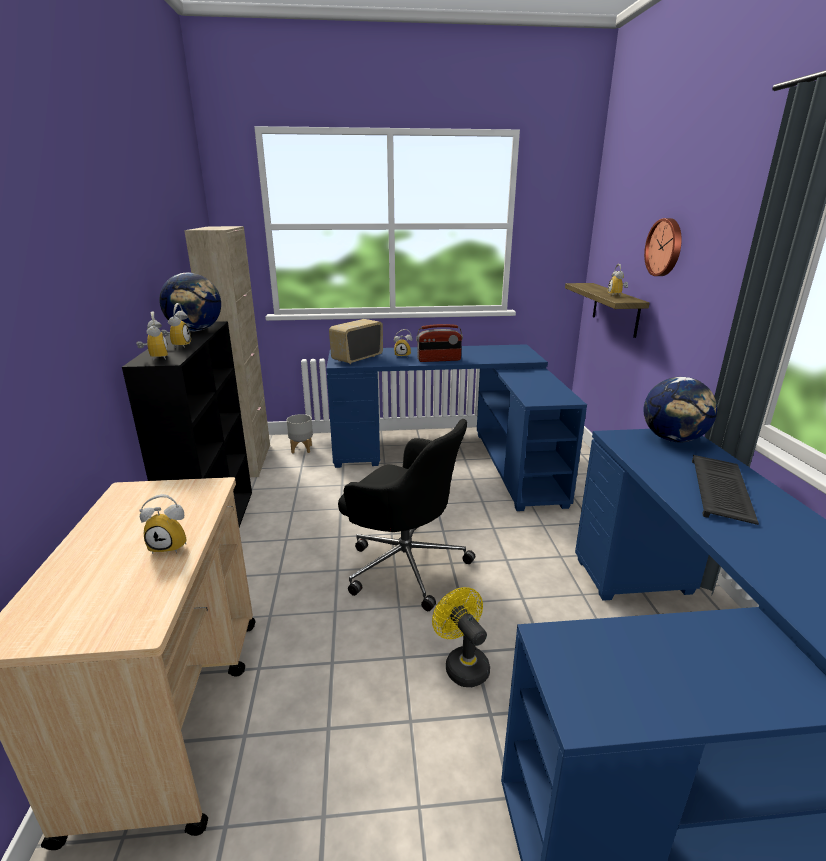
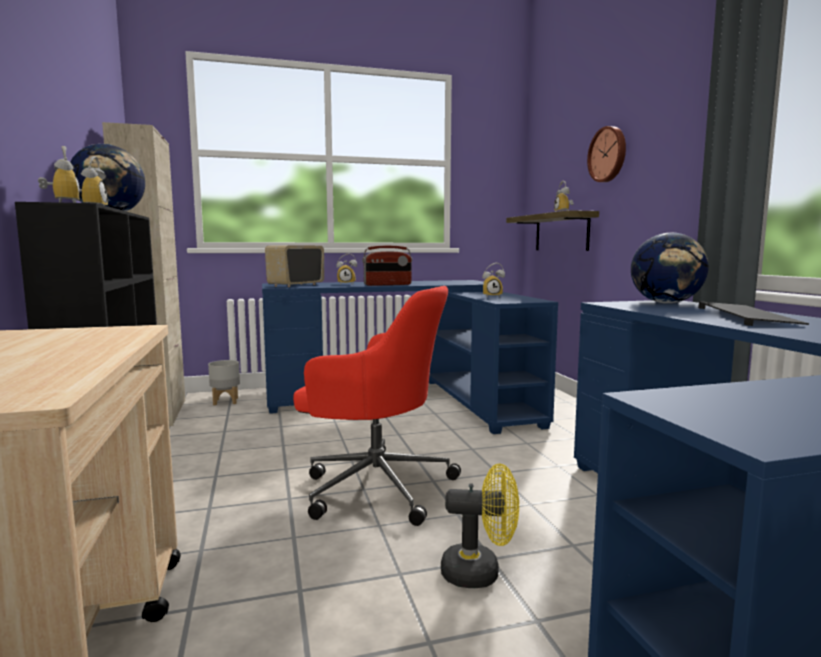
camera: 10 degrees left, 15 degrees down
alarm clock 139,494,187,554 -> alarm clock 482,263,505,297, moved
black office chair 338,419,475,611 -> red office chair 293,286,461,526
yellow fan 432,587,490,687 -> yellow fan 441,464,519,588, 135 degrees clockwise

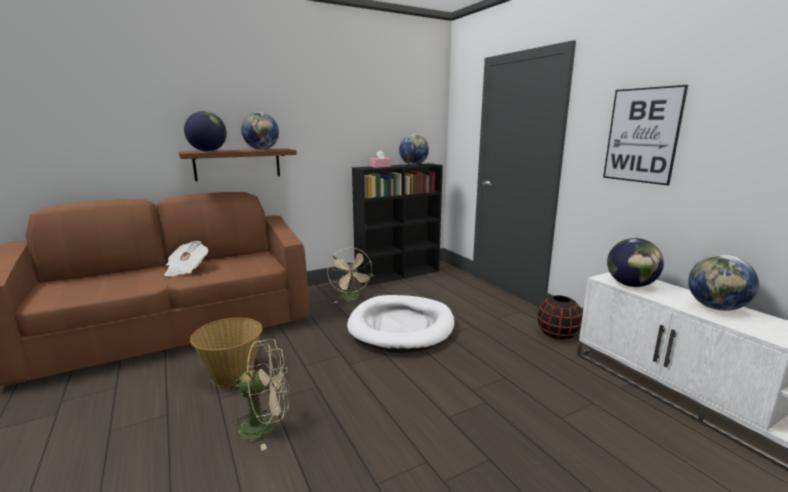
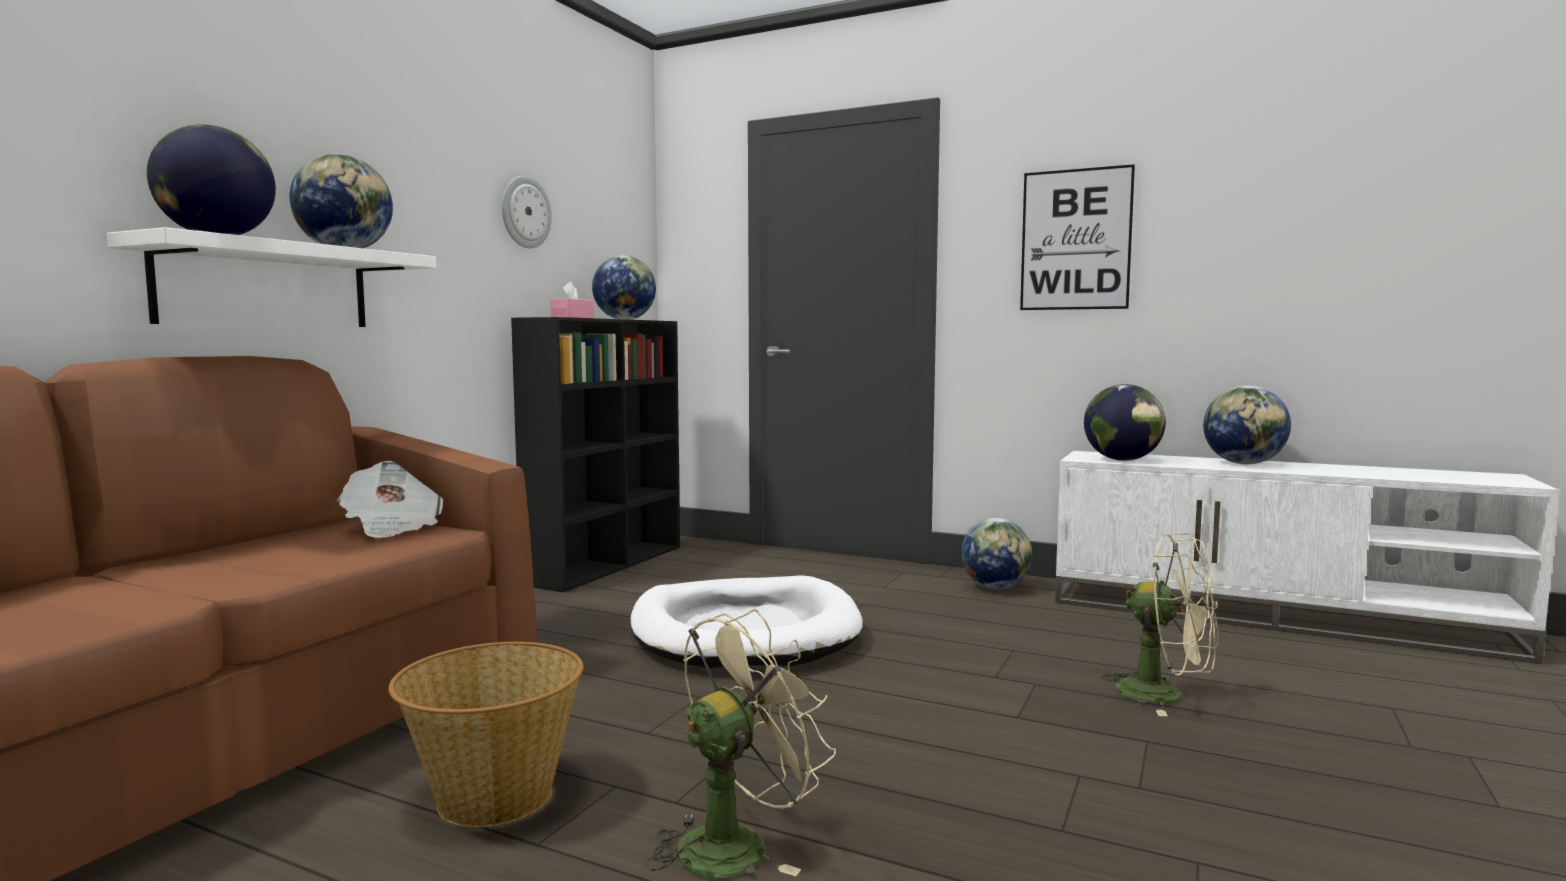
camera: 35 degrees left, 10 degrees down
none -> wall clock 502,176,552,248
newspaper 164,241,208,277 -> newspaper 338,461,443,538, moved
beige fan 327,247,373,303 -> beige fan 1101,533,1219,716, moved
black vase 537,295,582,340 -> globe 961,518,1032,589
brown shelf 179,148,297,181 -> white shelf 107,227,436,327

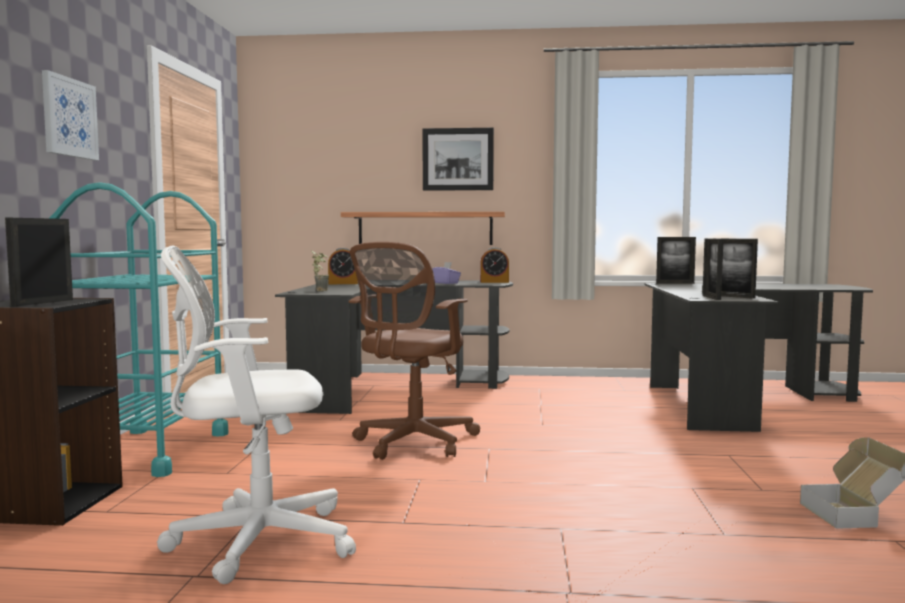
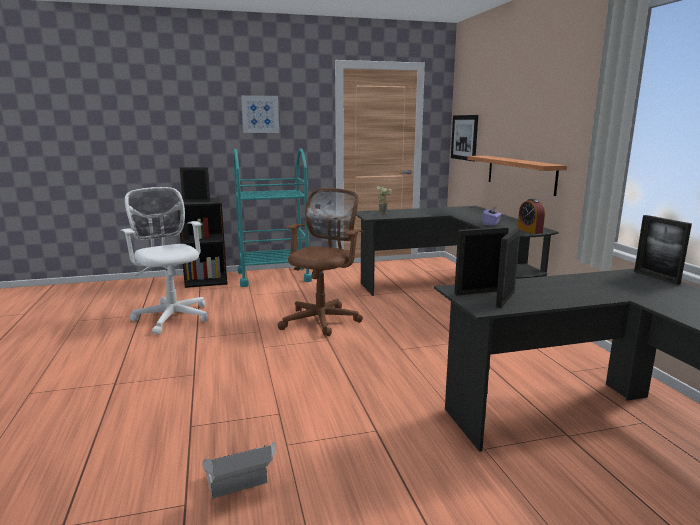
camera: 70 degrees right, 10 degrees up
alarm clock 328,248,358,284 -> none
picture 422,128,494,191 -> picture 451,115,478,161, moved
brown office chair 348,242,481,460 -> brown office chair 277,188,363,336, 105 degrees clockwise

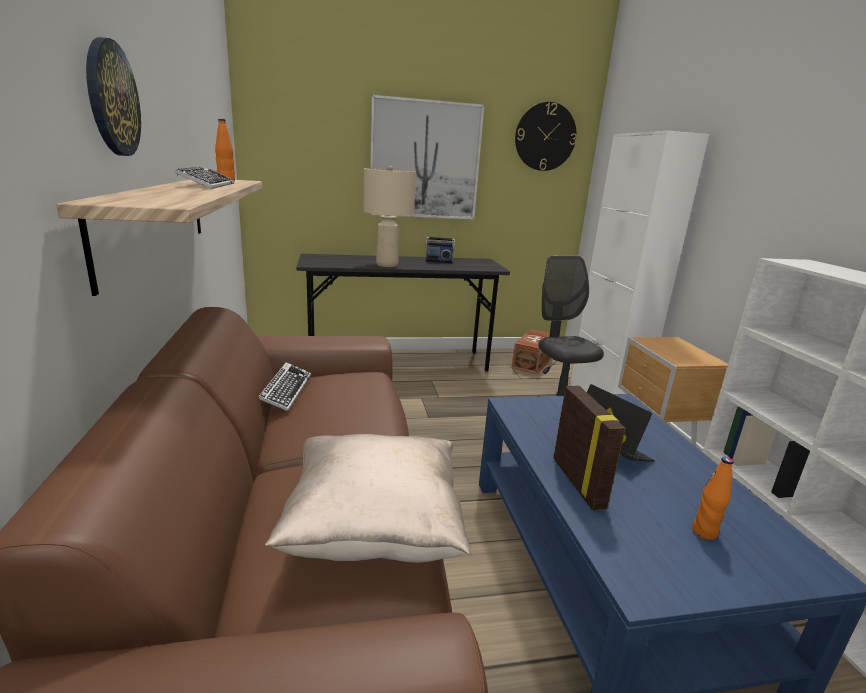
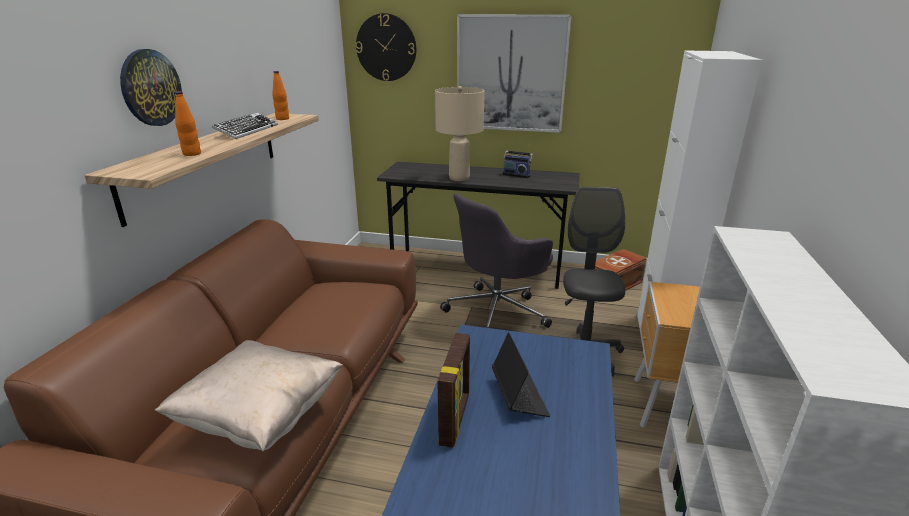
camera: 25 degrees right, 5 degrees up
keyboard 259,362,311,411 -> none
none -> grey office chair 440,193,553,328
wall clock 515,102,577,171 -> wall clock 356,13,416,81, moved
orange bottle 692,457,733,540 -> orange bottle 175,91,201,156, moved

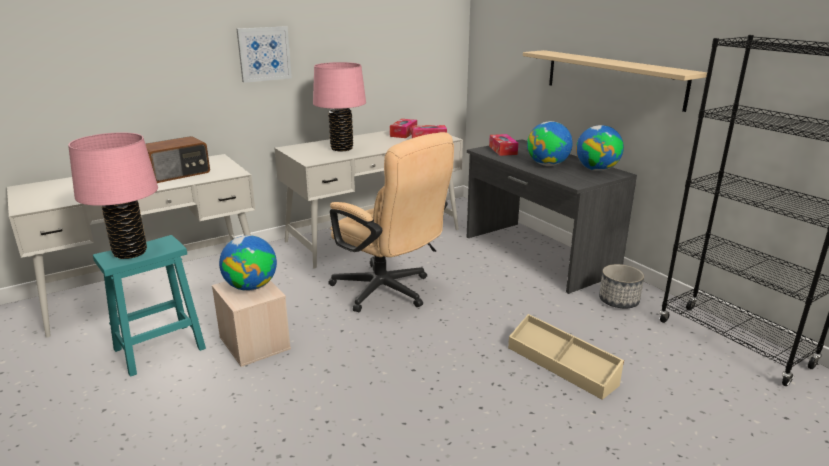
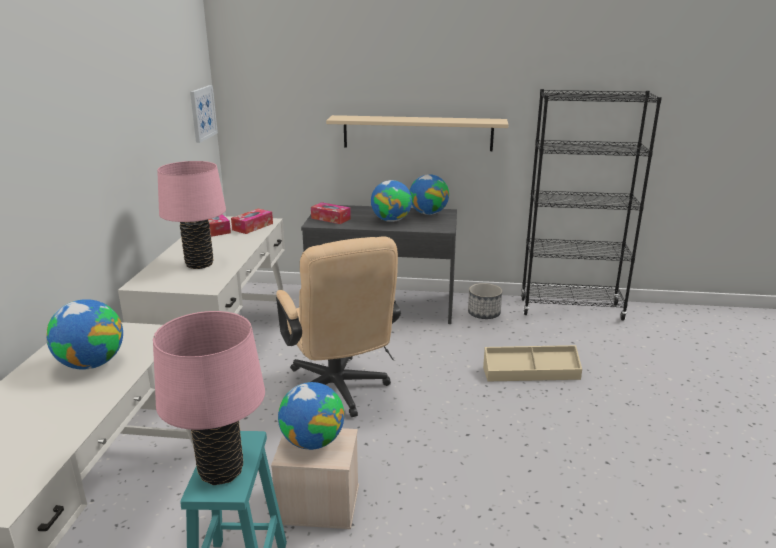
camera: 50 degrees left, 0 degrees up
picture 237,26,292,83 -> picture 190,85,218,143, moved
radio 146,136,210,183 -> globe 46,299,123,370
beige office chair 328,132,454,312 -> beige office chair 276,236,401,417, 75 degrees clockwise

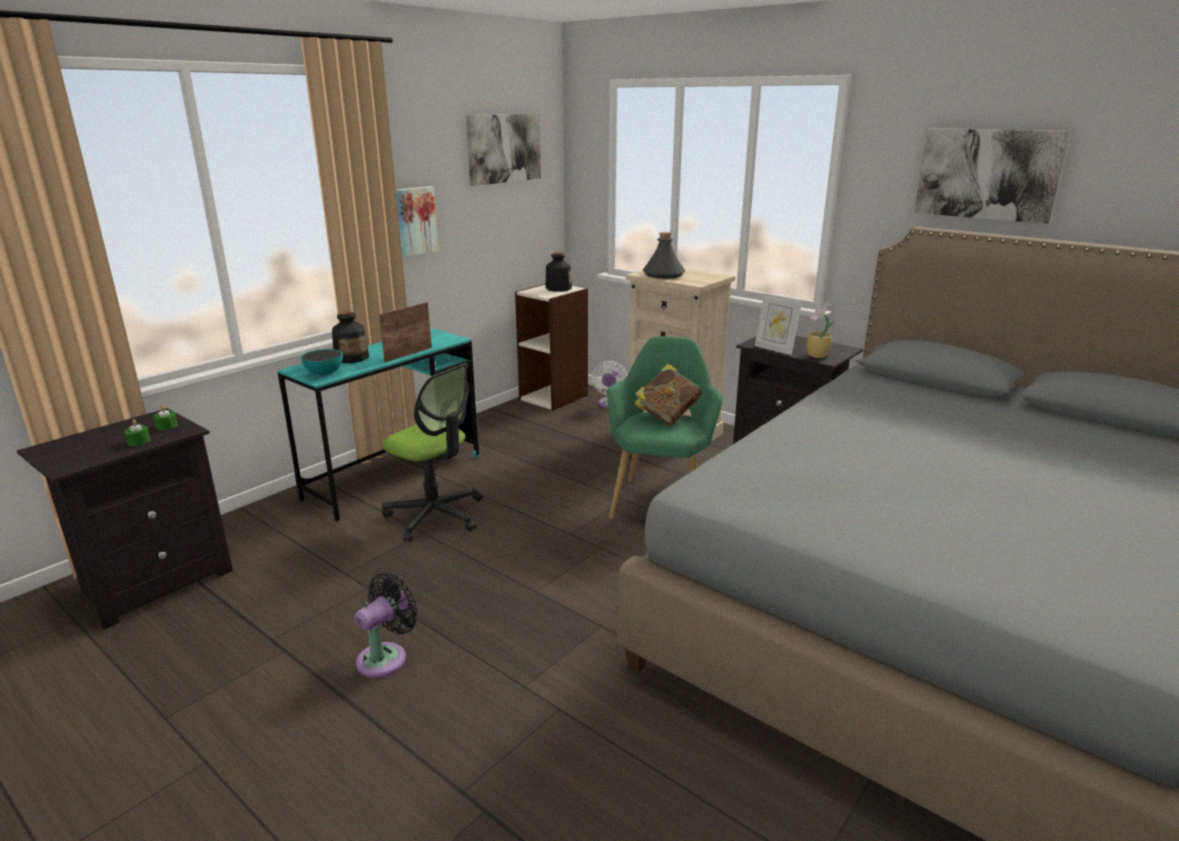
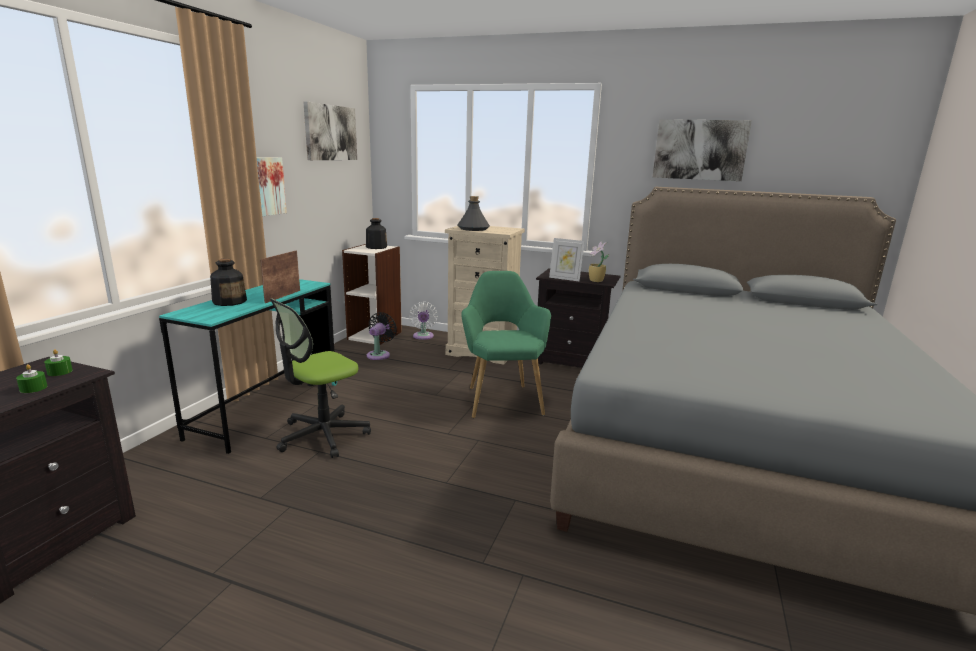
camera: 20 degrees left, 5 degrees down
bowl 301,349,343,375 -> none
book 634,364,702,426 -> none
black fan 354,573,418,678 -> black fan 367,312,397,360, moved
office chair 382,363,483,542 -> office chair 270,298,371,458, 120 degrees clockwise

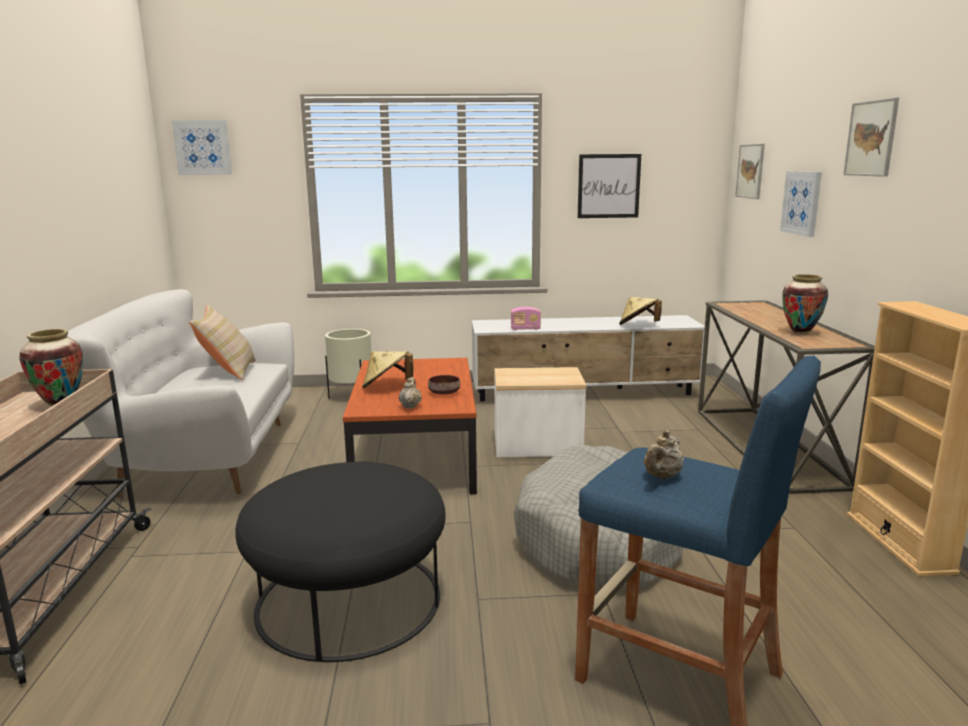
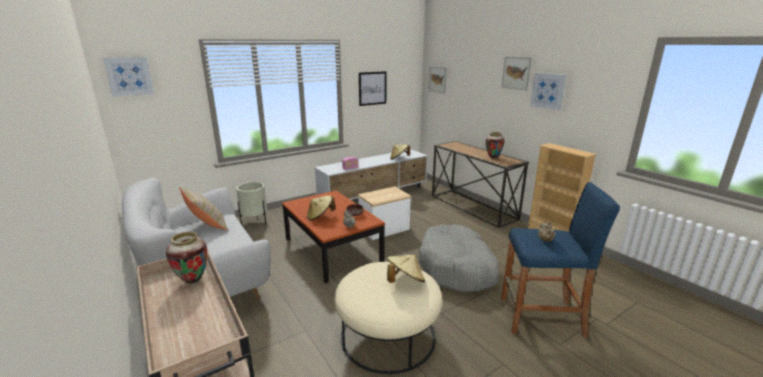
camera: 30 degrees left, 5 degrees up
none -> beige hat 386,254,425,283
picture 780,171,822,237 -> picture 530,73,566,110, moved
black ottoman 235,462,446,662 -> beige ottoman 334,262,443,374

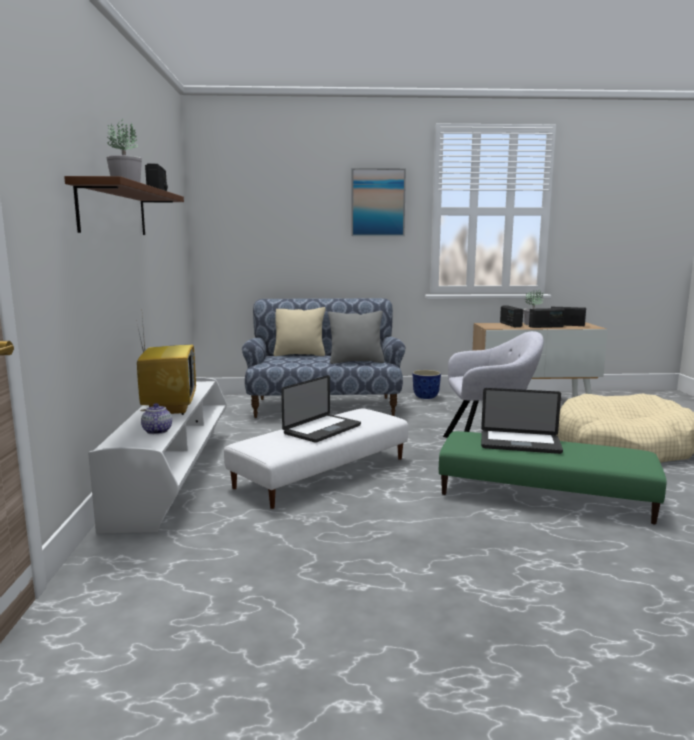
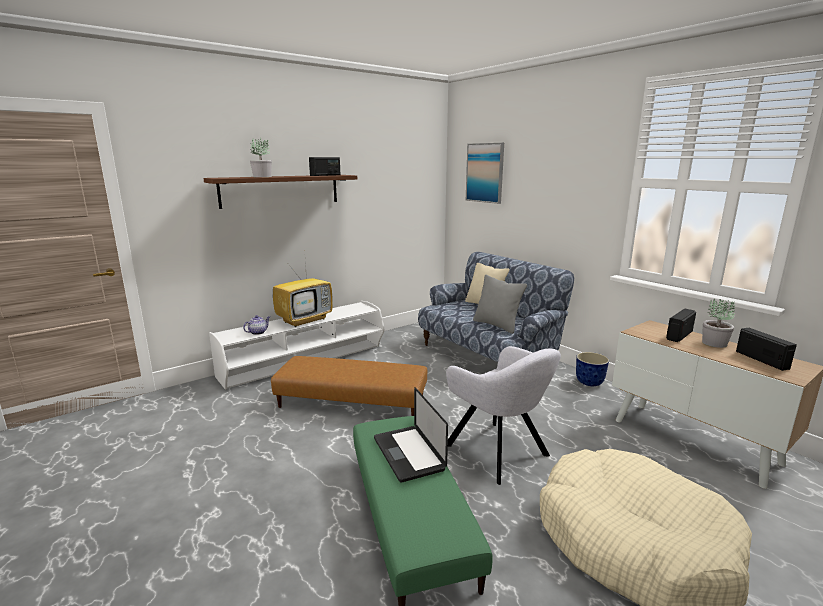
camera: 55 degrees right, 5 degrees up
laptop 281,375,361,443 -> none
radio 529,308,565,328 -> none
picture 351,168,406,236 -> picture 466,143,504,204, moved
white ottoman 224,409,409,509 -> brown ottoman 271,356,427,416

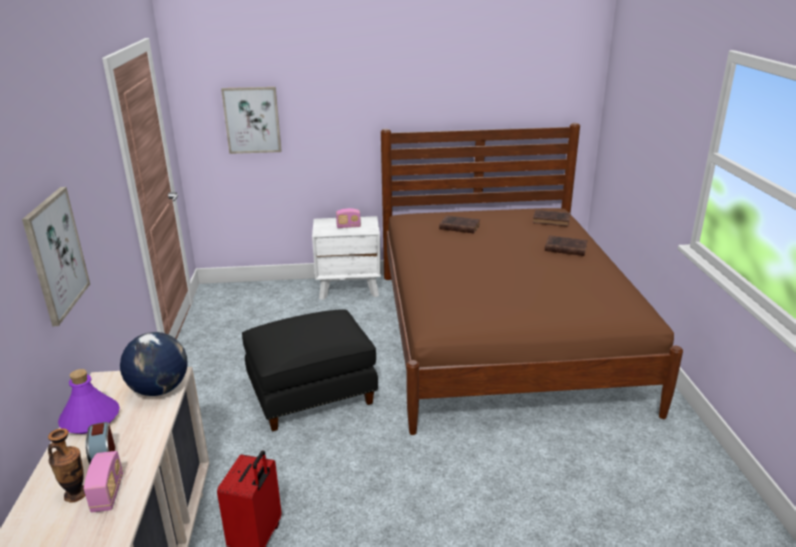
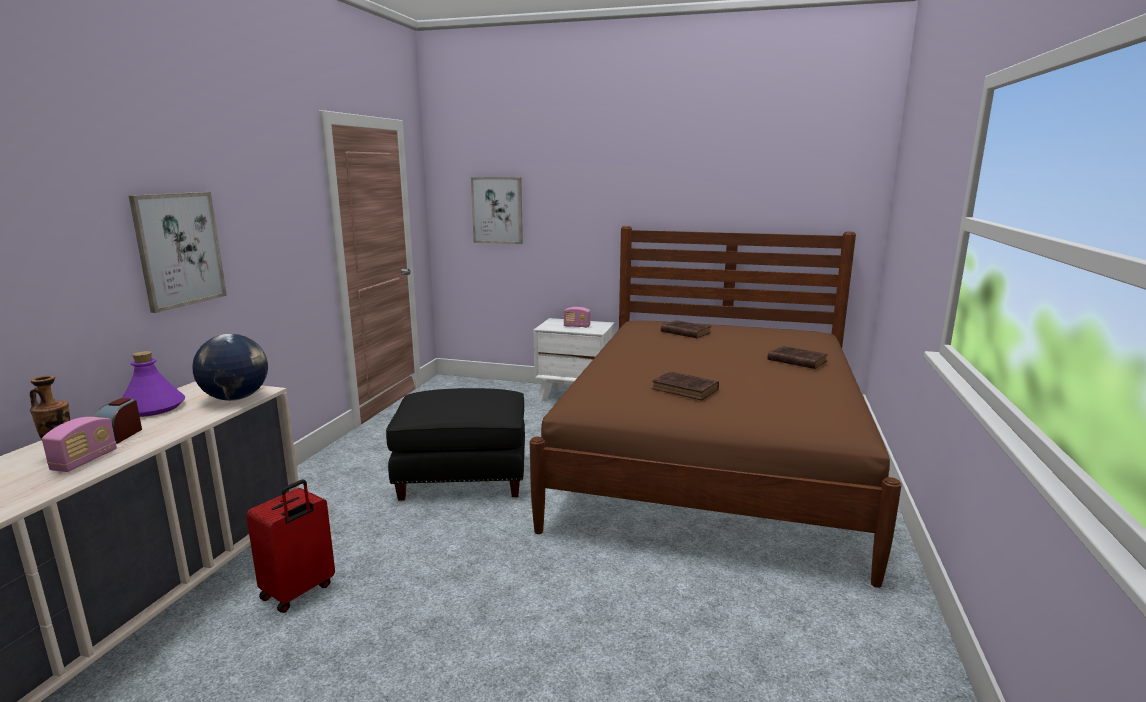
camera: 20 degrees right, 10 degrees down
brown book 533,210,570,226 -> brown book 652,371,719,400, moved

